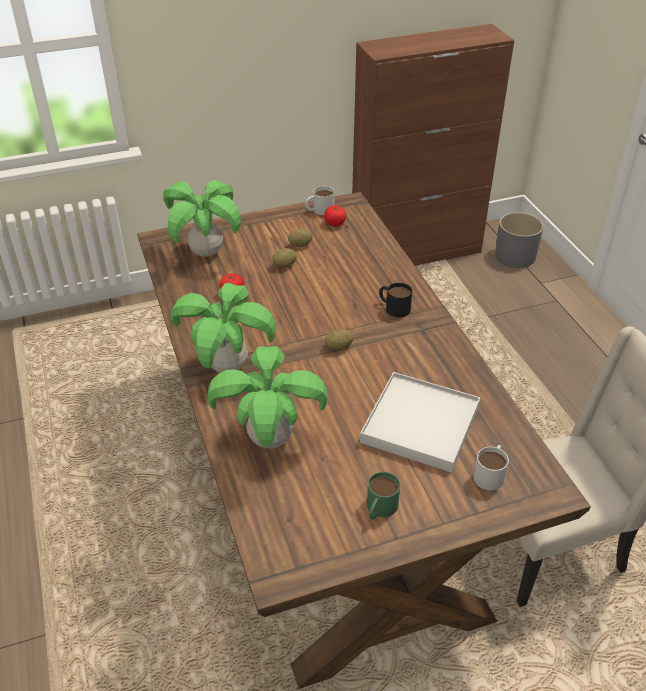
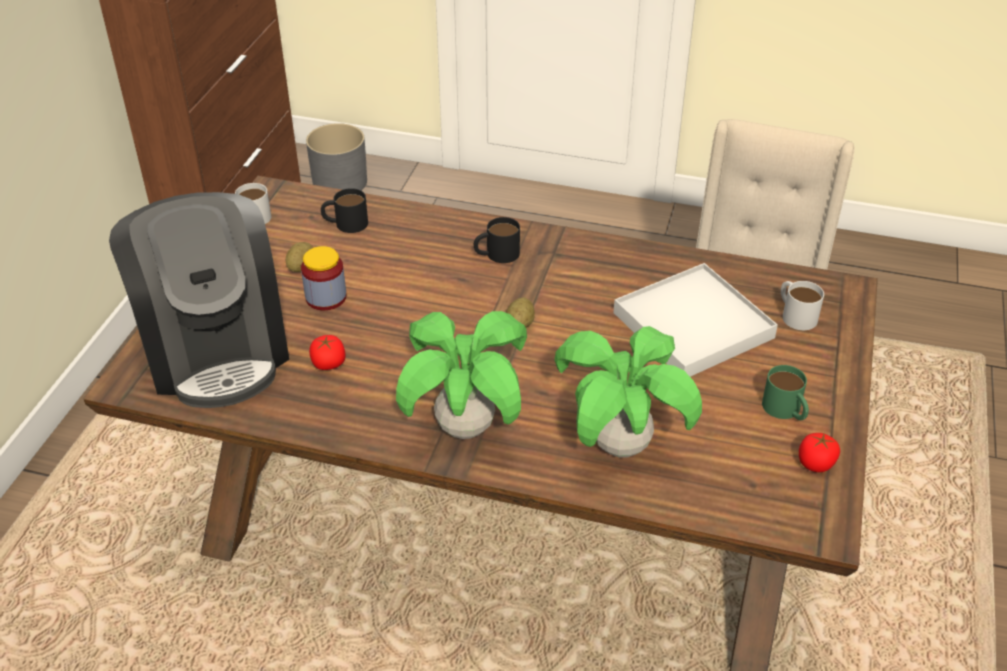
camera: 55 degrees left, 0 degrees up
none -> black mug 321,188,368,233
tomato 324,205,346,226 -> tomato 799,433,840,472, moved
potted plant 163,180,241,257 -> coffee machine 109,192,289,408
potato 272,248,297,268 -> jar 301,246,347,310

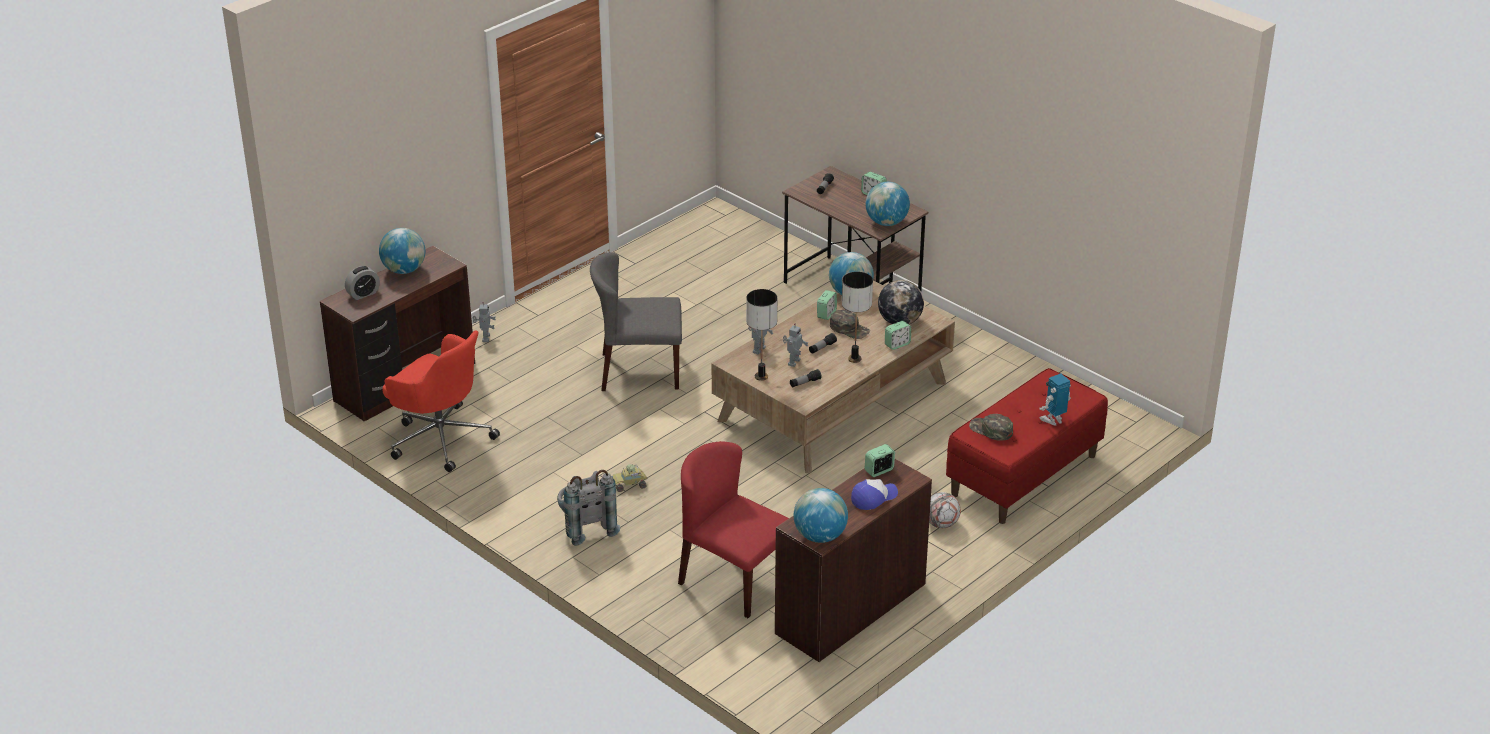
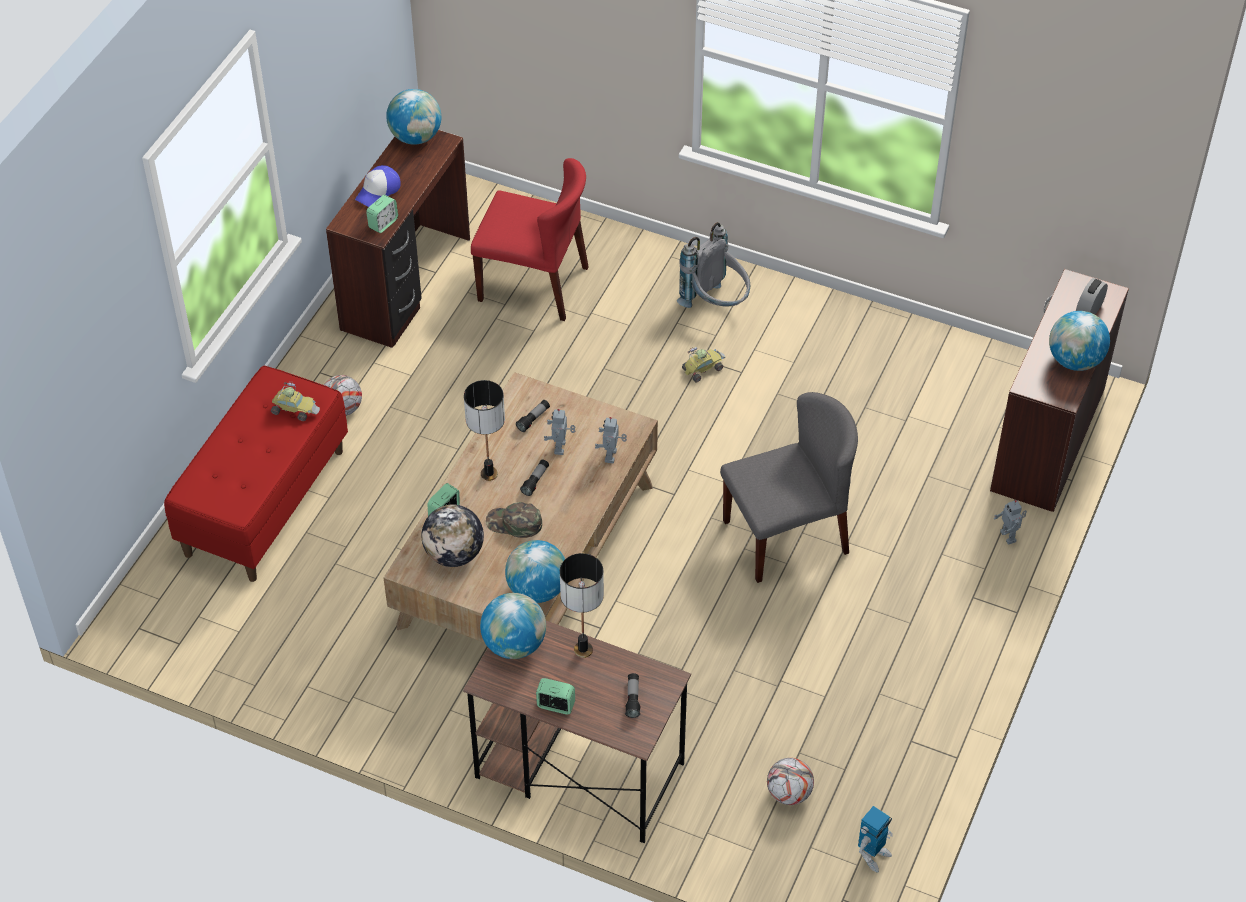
camera: 160 degrees right, 15 degrees up
red office chair 382,330,500,472 -> none
alarm clock 817,290,837,320 -> none
none -> football 767,758,814,805
table lamp 746,289,777,381 -> table lamp 560,553,604,658, moved
toy robot 1039,374,1071,426 -> toy robot 858,806,893,873, moved
green cap 969,414,1013,441 -> toy car 271,382,320,421

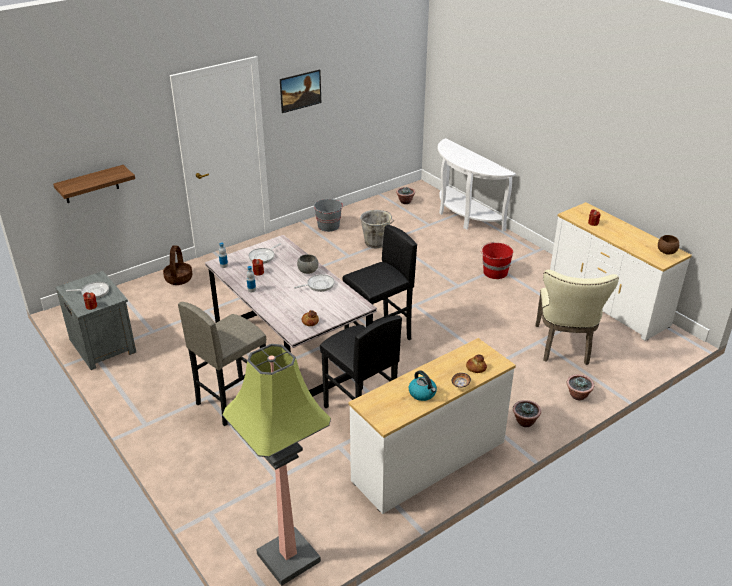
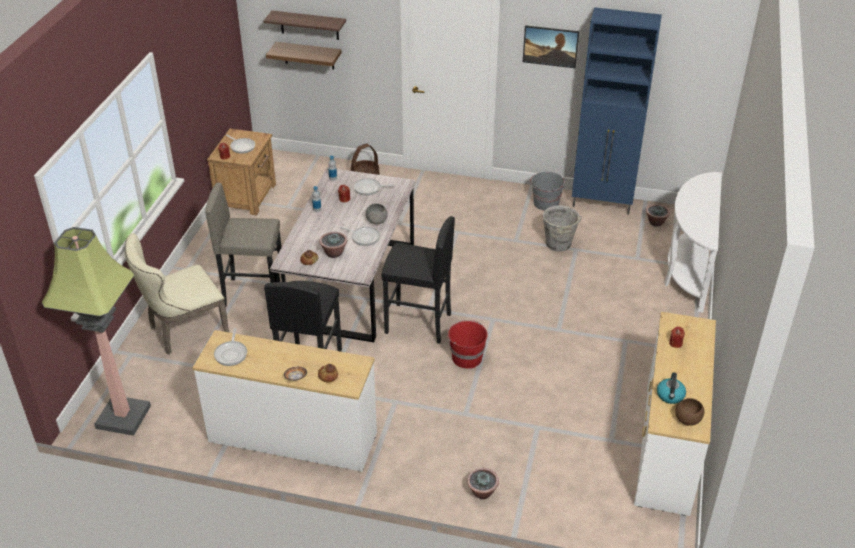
camera: 50 degrees right, 5 degrees up
none -> frying pan 214,328,247,366
none -> shelf 263,11,346,40
none -> blue cabinet 572,7,662,215
kettle 409,370,437,401 -> kettle 657,372,686,404, moved
red bucket 481,242,513,279 -> red bucket 446,320,488,369, moved
potted plant 513,400,541,427 -> potted plant 319,232,347,258, moved
beige chair 535,270,619,365 -> beige chair 125,233,230,355, moved
grey nightstand 55,271,136,370 -> brown nightstand 207,129,276,215

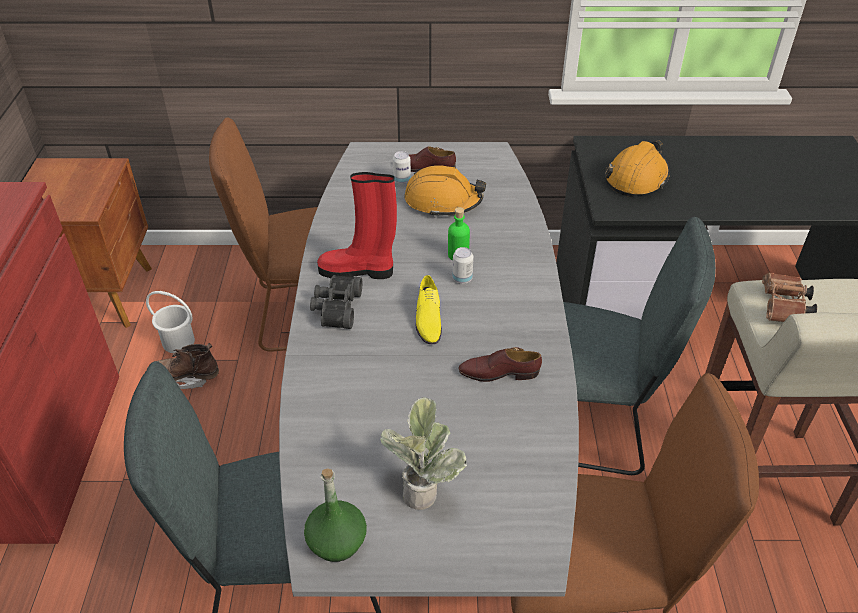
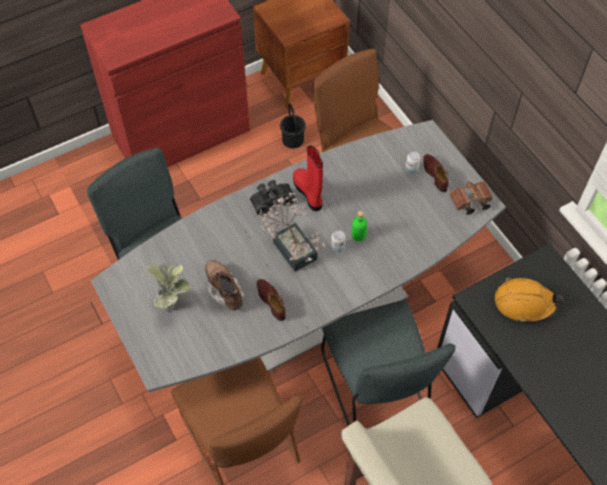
camera: 60 degrees right, 15 degrees up
green bottle 304,468,367,562 -> none
orange hard hat 404,165,486,217 -> none
brown boot 147,343,219,389 -> brown boot 205,260,245,311, moved
brown binoculars 762,273,817,322 -> brown binoculars 449,181,493,215, moved
yellow shoe 416,275,442,344 -> potted plant 259,192,326,272
white bucket 146,291,195,353 -> black bucket 280,104,306,148

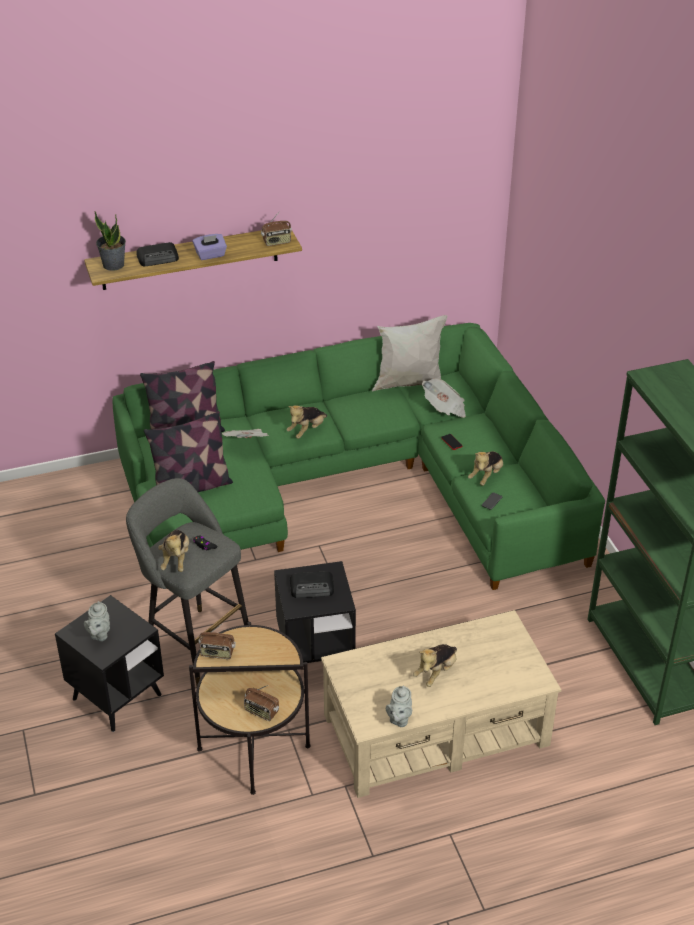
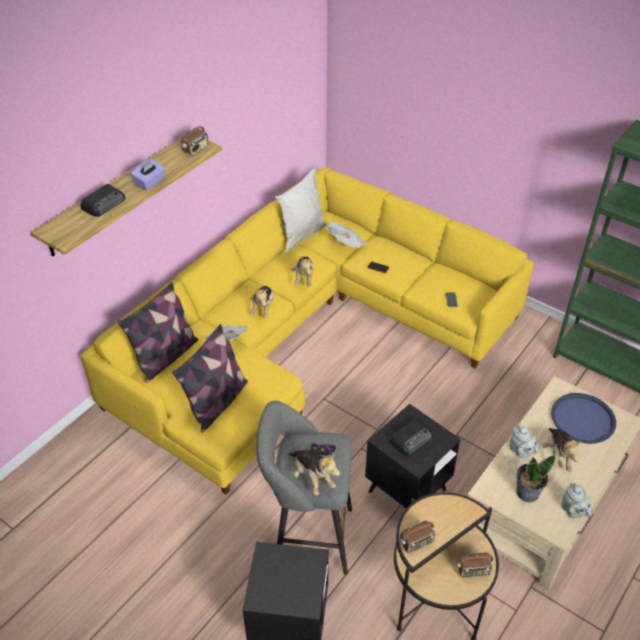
camera: 35 degrees left, 5 degrees up
none -> blue tray 551,393,616,444
grey teapot 84,601,110,641 -> grey teapot 510,425,540,458, moved
potted plant 94,211,126,271 -> potted plant 516,455,555,503, moved
plush toy 468,451,503,486 -> plush toy 291,256,314,287, moved
green sofa 112,323,605,590 -> yellow sofa 80,168,534,495

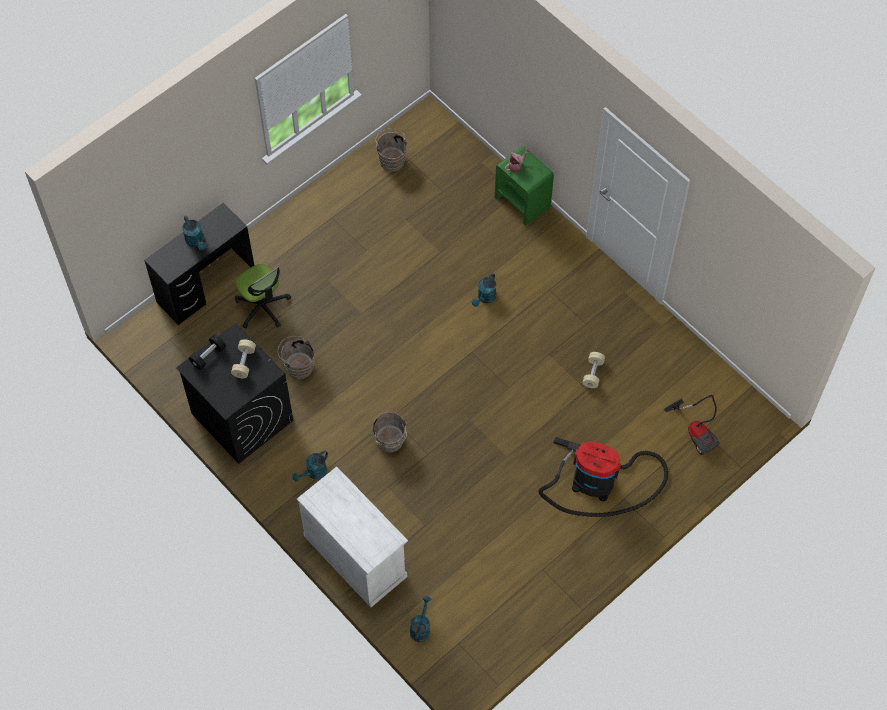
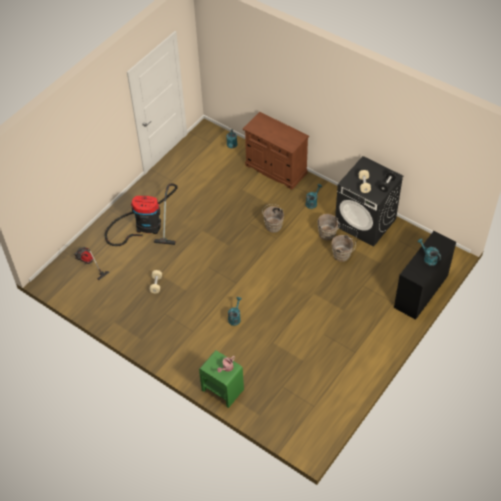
camera: 170 degrees right, 10 degrees down
office chair 235,264,291,329 -> none
brown bucket 375,128,408,172 -> brown bucket 318,214,340,240, moved
white cabinet 297,467,408,607 -> brown cabinet 243,112,309,190

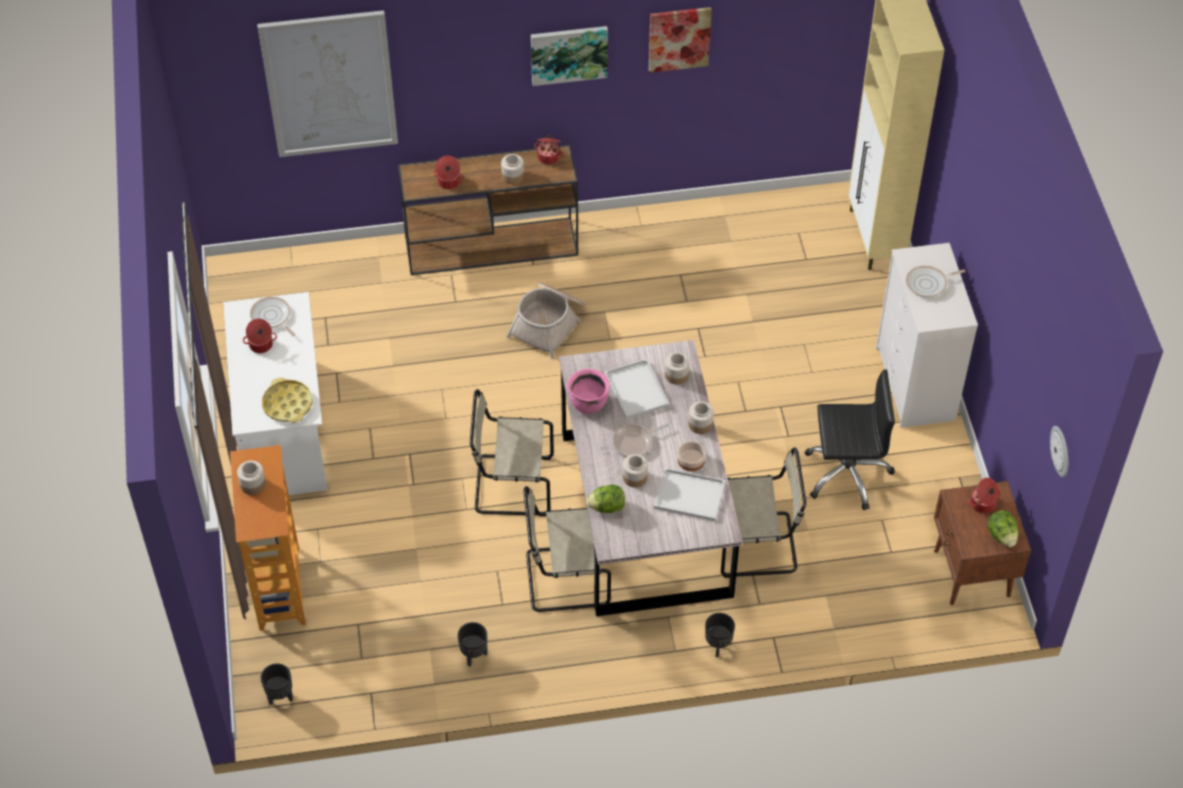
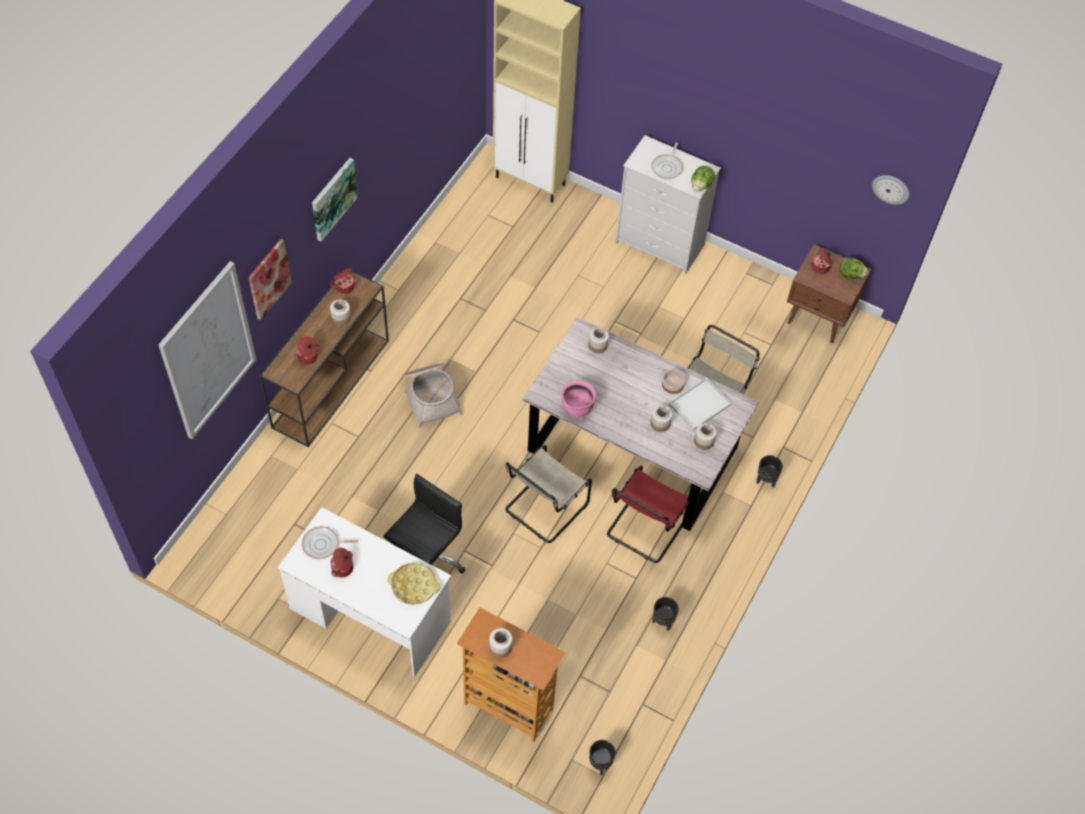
camera: 55 degrees left, 5 degrees up
white tray 604,359,669,419 -> none
frying pan 612,423,670,457 -> none
lettuce 586,485,625,513 -> lettuce 692,166,715,191, moved
picture 649,7,712,73 -> picture 248,239,292,321, moved
jar 688,401,714,434 -> jar 694,423,717,450, moved
black office chair 805,369,895,510 -> black office chair 384,474,465,574, moved
beige chair 523,486,611,612 -> red chair 607,466,689,563

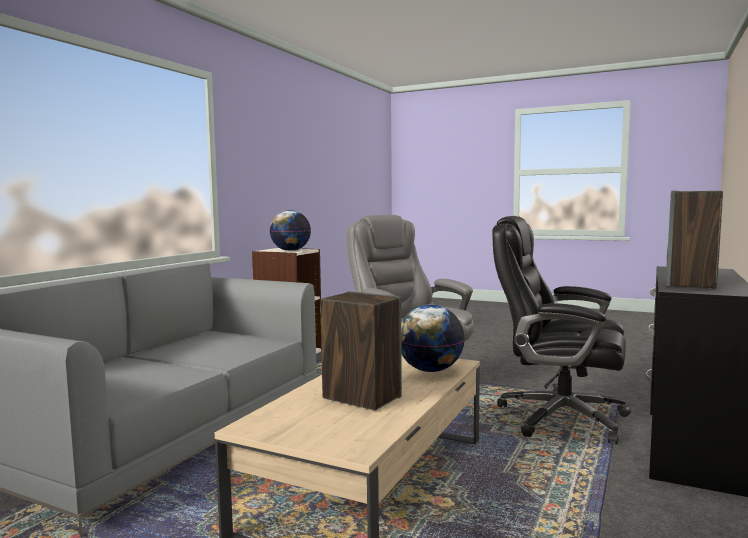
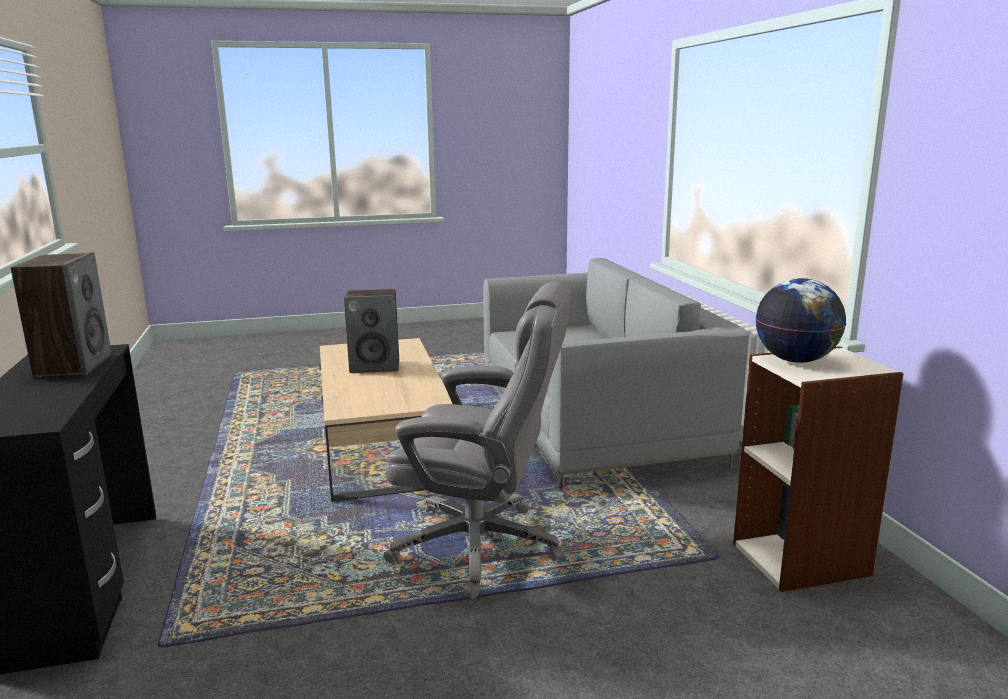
camera: 140 degrees right, 10 degrees up
globe 401,304,465,372 -> none
black office chair 492,216,631,444 -> none

